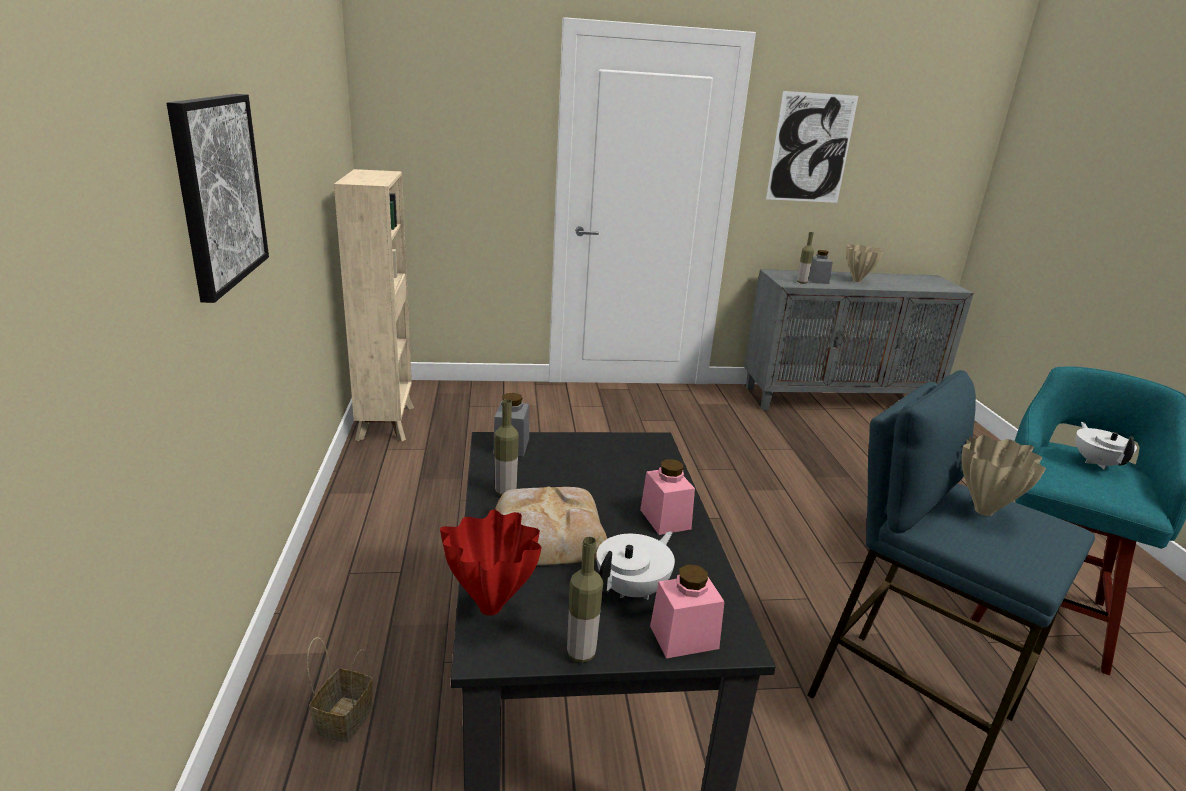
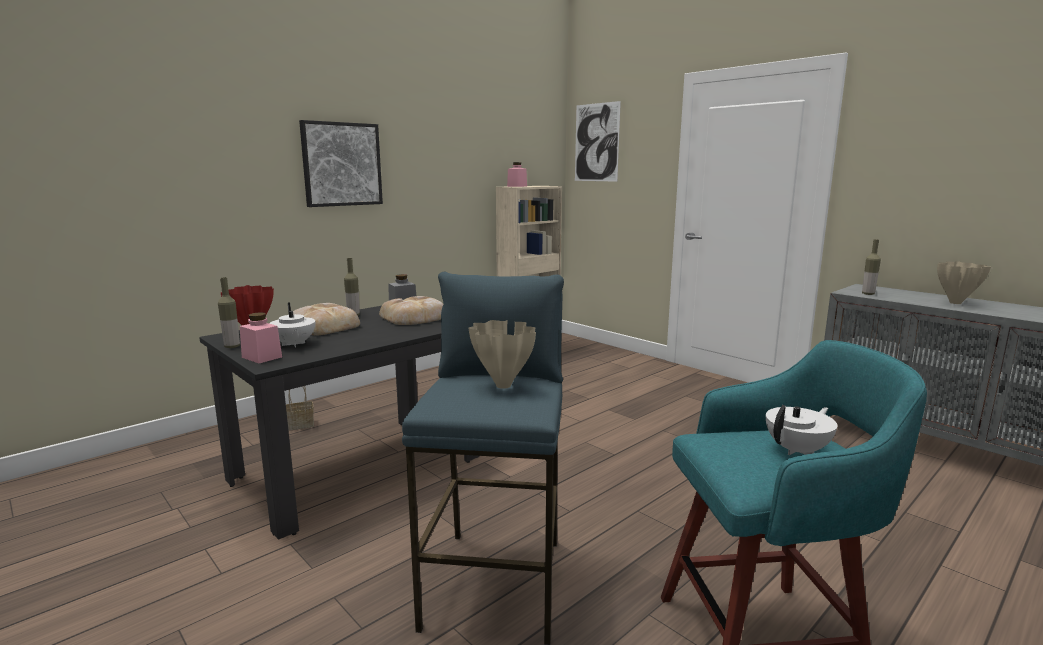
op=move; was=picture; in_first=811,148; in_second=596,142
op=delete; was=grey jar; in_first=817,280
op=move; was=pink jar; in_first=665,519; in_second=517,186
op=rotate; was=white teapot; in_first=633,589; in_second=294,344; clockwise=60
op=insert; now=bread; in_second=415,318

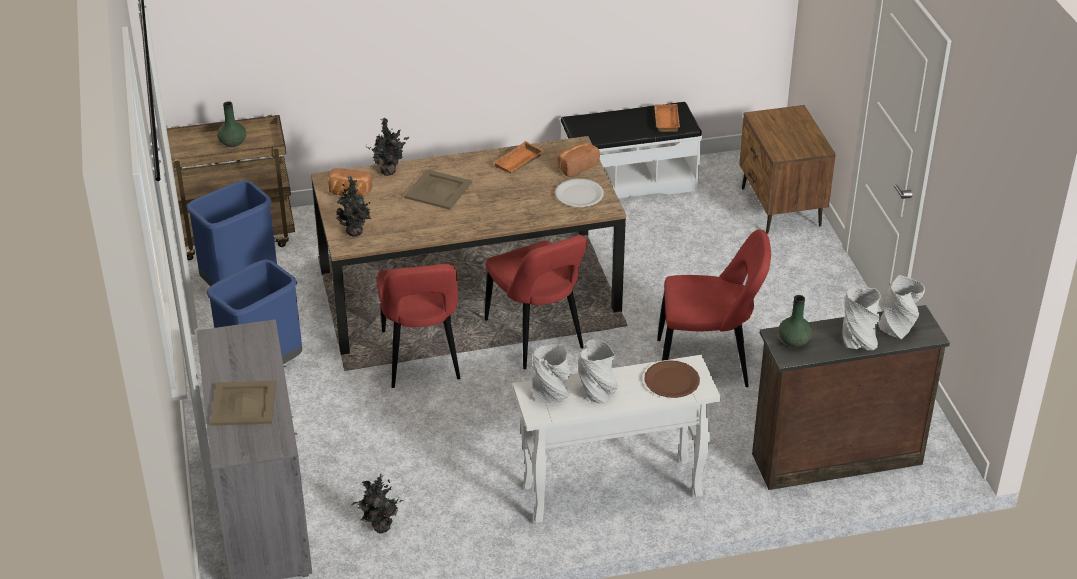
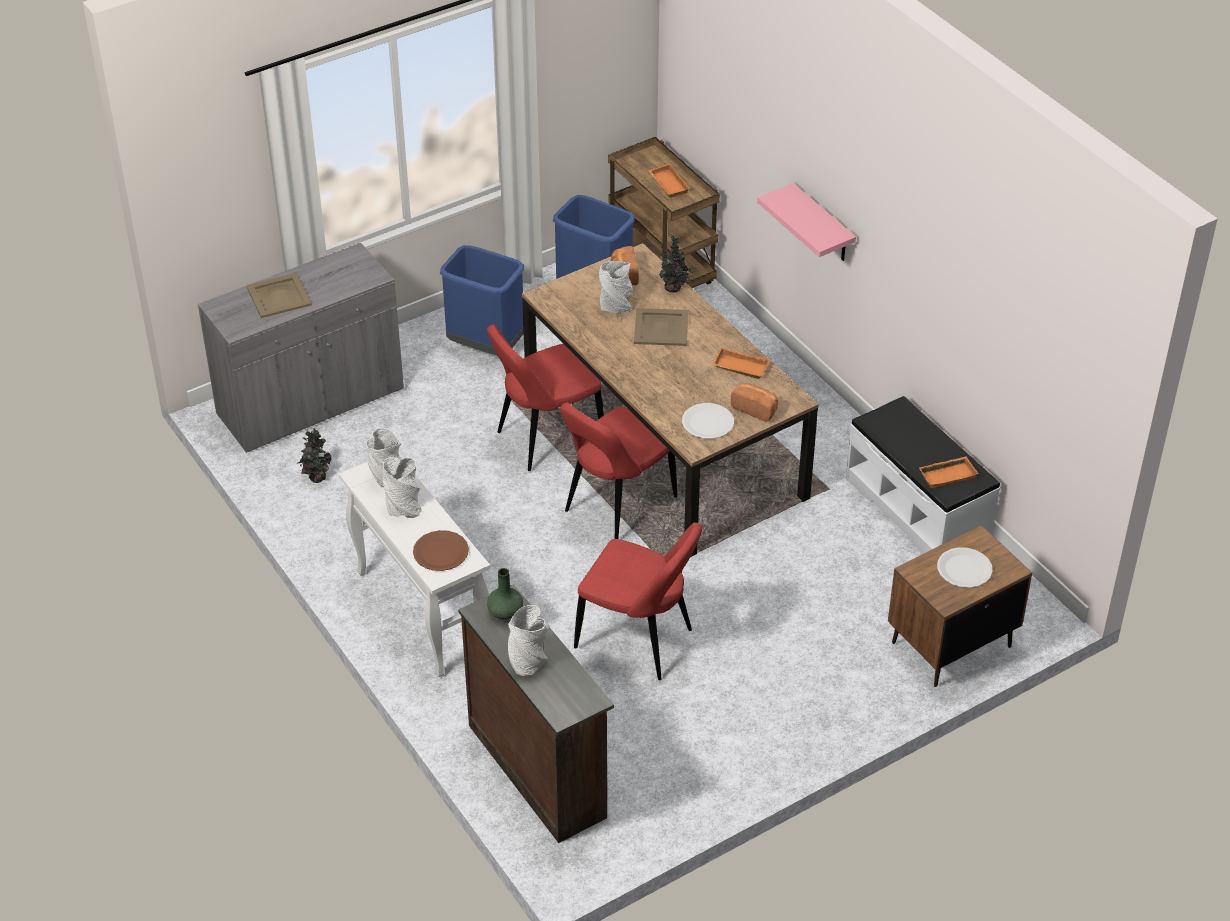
op=replace; was=green vase; now=orange tray; in_first=232,143; in_second=667,184
op=delete; was=potted plant; in_first=355,233
op=rotate; was=red chair; in_first=708,364; in_second=639,641; clockwise=-45
op=move; was=grey vase; in_first=898,328; in_second=616,306
op=insert; now=pink shelf; in_second=822,225
op=insert; now=white plate; in_second=964,569

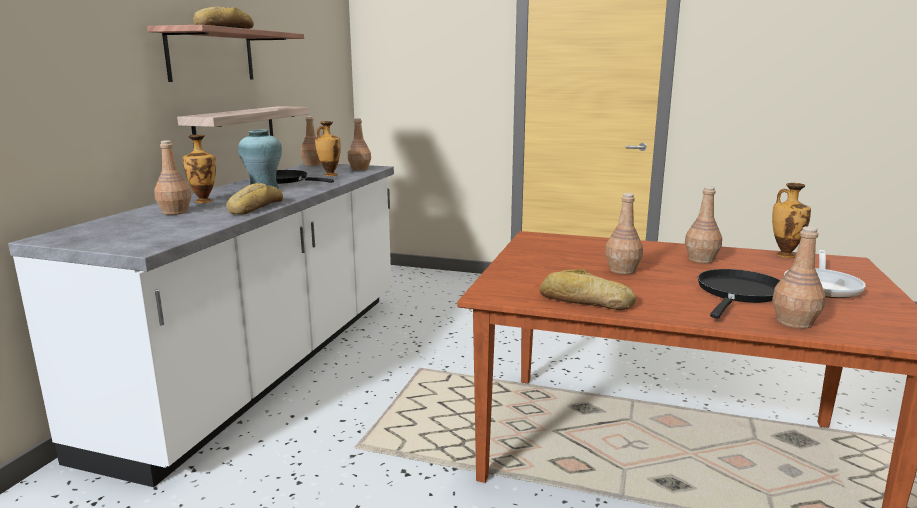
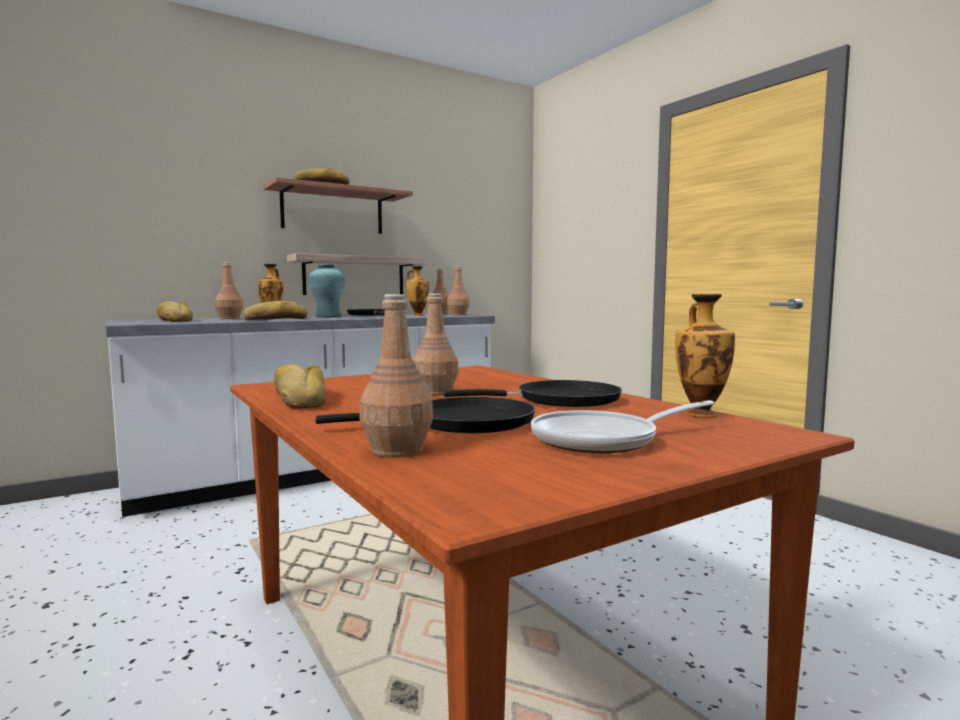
op=replace; was=brown bottle; now=black frying pan; in_first=701,259; in_second=560,400
op=insert; now=bread; in_second=175,321

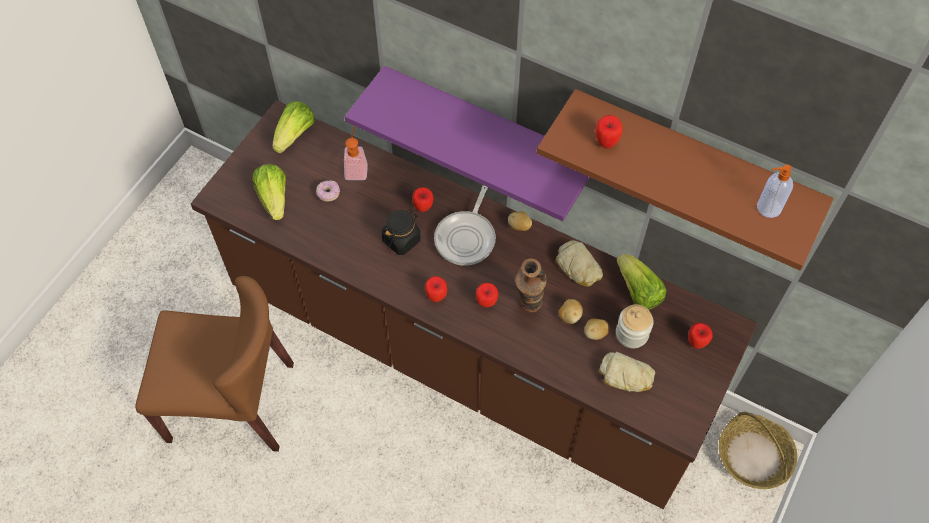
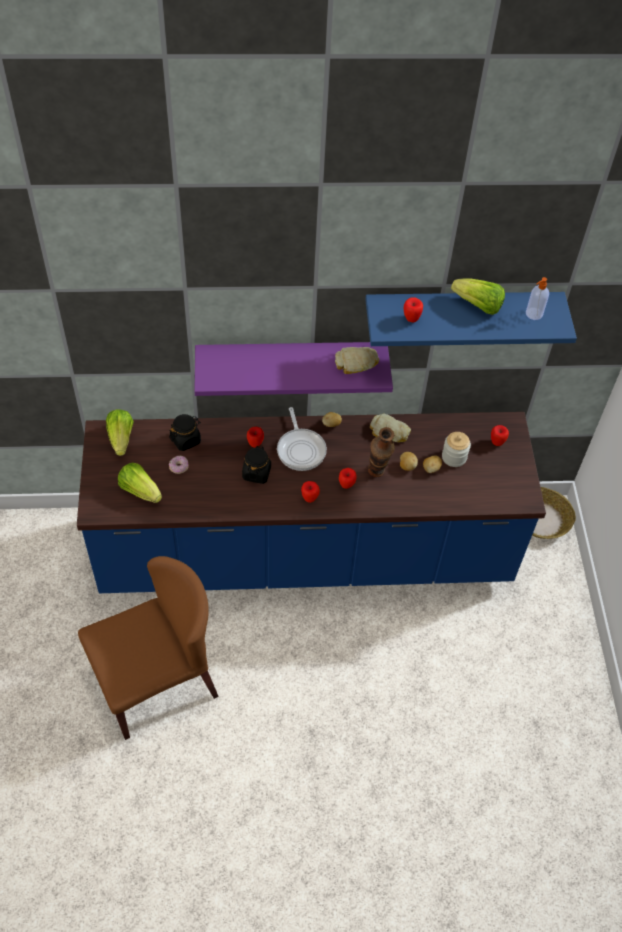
op=recolor; was=brown shelf; now=blue shelf; in_first=693,162; in_second=461,311
op=recolor; was=brown counter; now=blue counter; in_first=464,352; in_second=305,553
op=replace; was=soap dispenser; now=black jar; in_first=356,168; in_second=186,440
op=move; was=lettuce; in_first=638,291; in_second=478,305
op=move; was=bread; in_first=626,376; in_second=356,363

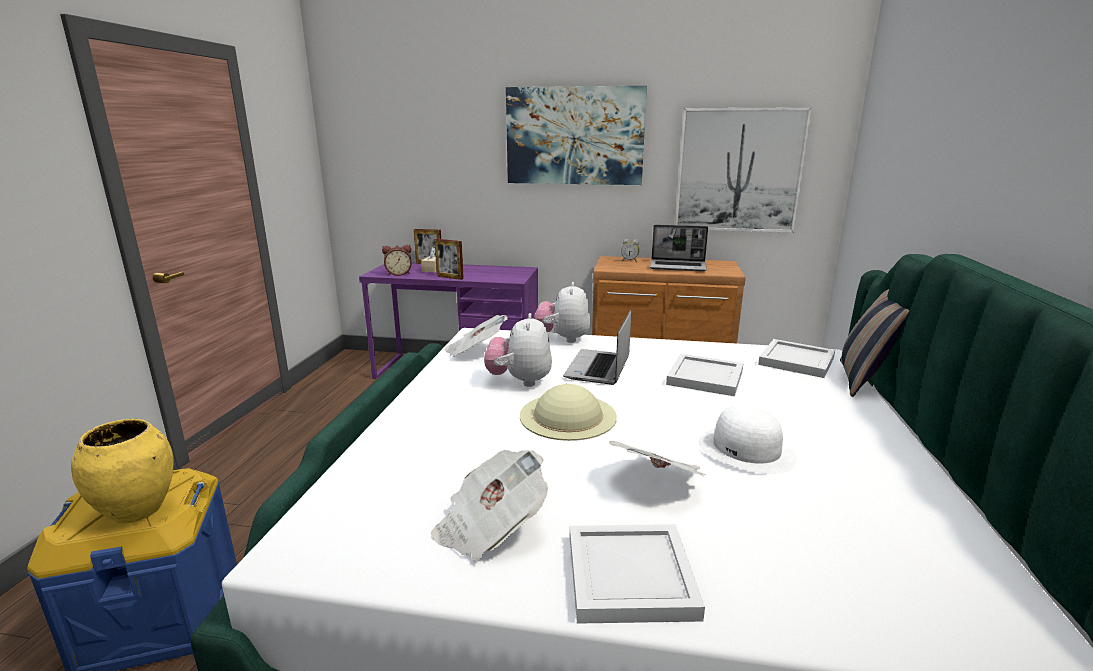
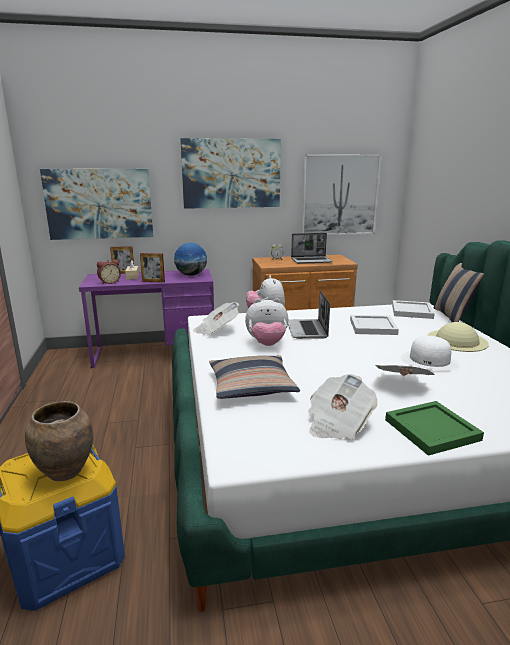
op=rotate; was=plush toy; in_first=520,381; in_second=267,344; clockwise=-75
op=move; was=beige hat; in_first=568,416; in_second=457,340
op=recolor; was=yellow vase; now=brown vase; in_first=138,511; in_second=65,471
op=recolor; was=white tray; now=green tray; in_first=631,574; in_second=432,429
op=insert; now=picture; in_second=99,204
op=insert; now=globe; in_second=191,275
op=insert; now=pillow; in_second=251,386

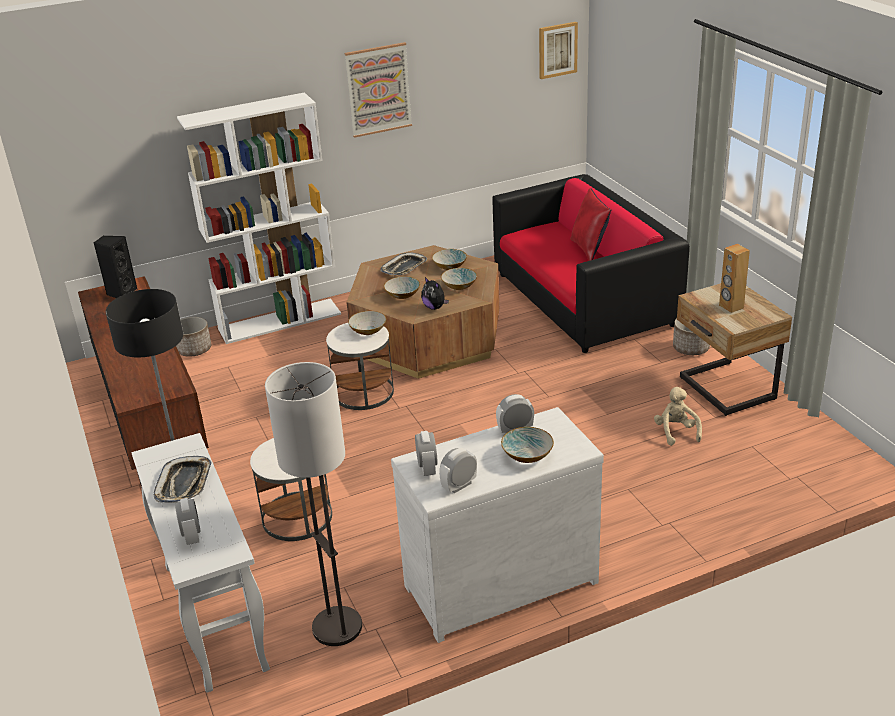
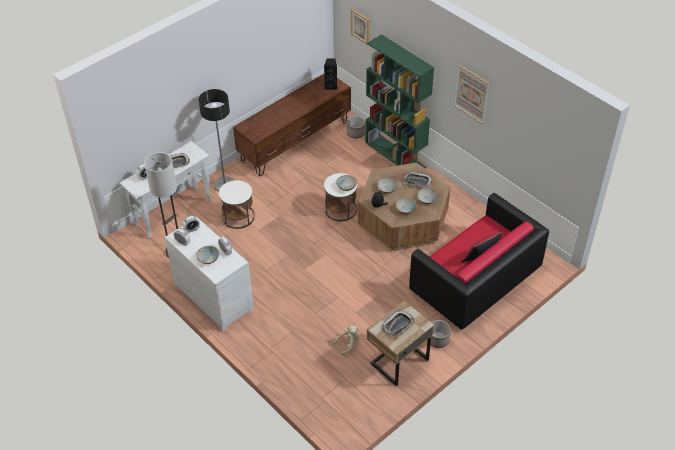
op=move; was=picture; in_first=557,50; in_second=361,26
op=recolor; was=white bookcase; now=green bookcase; in_first=280,321; in_second=396,155
op=replace; was=brown speaker; now=tray; in_first=731,307; in_second=398,325

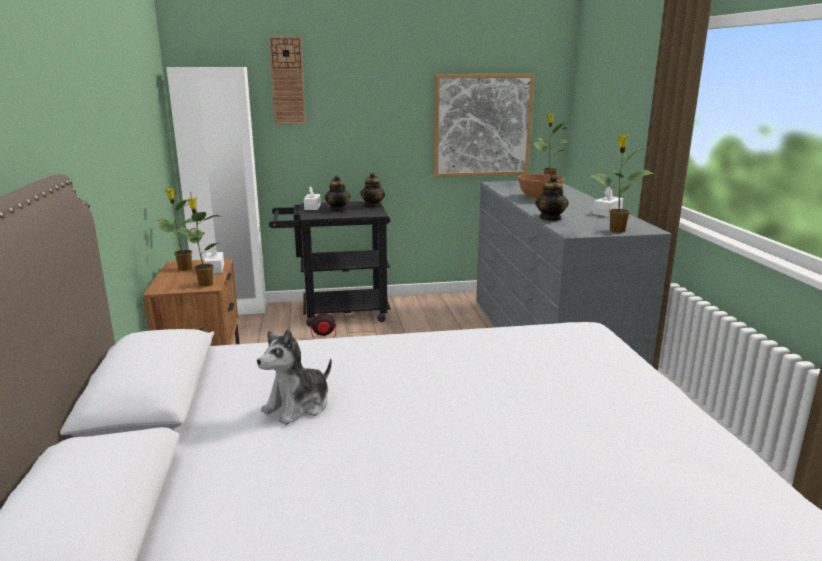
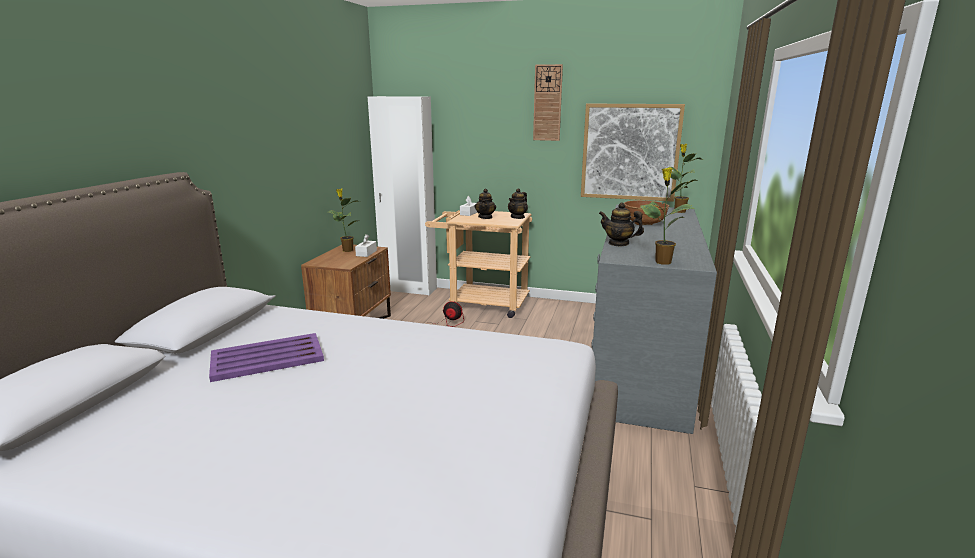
op=move; was=wall clock; in_first=287,81; in_second=547,103
op=rotate; was=teapot; in_first=550,218; in_second=618,243; clockwise=90
op=delete; was=white tissue box; in_first=607,212
op=delete; was=potted plant; in_first=205,284
op=recolor; was=black cart; now=beige cart; in_first=335,312; in_second=481,303
op=replace; was=plush toy; now=purple tray; in_first=298,406; in_second=268,358

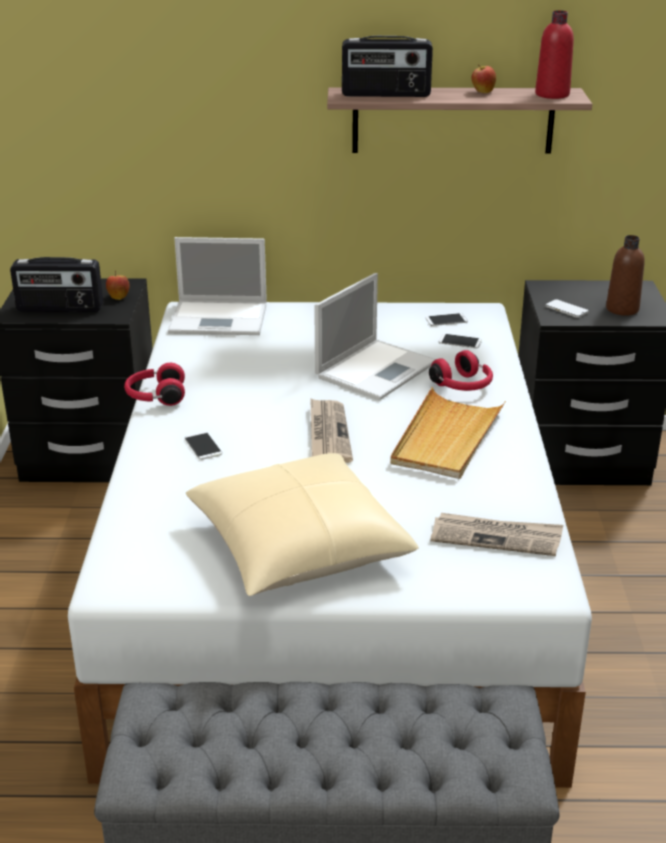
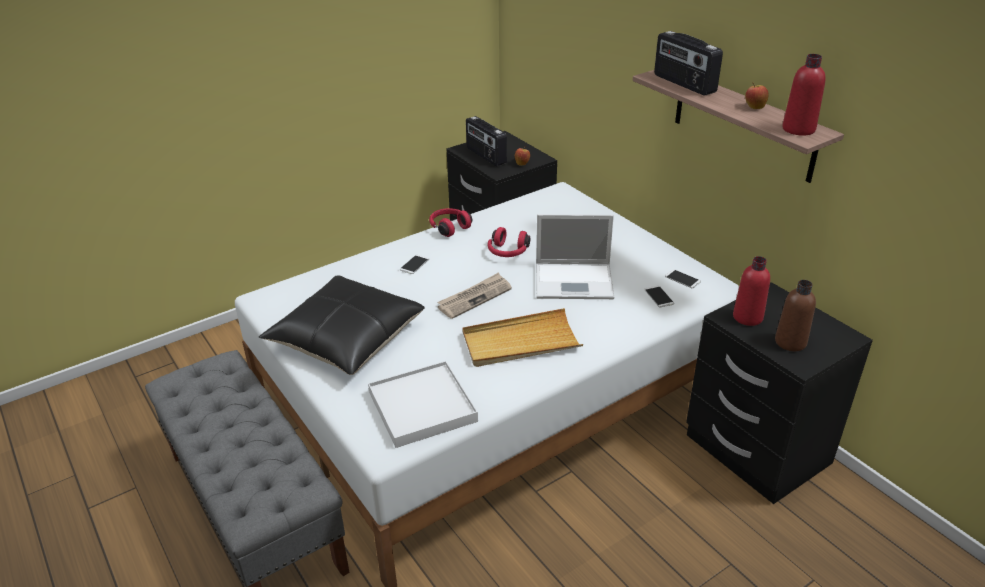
op=delete; was=laptop; in_first=220,318
op=replace; was=phone; now=red bottle; in_first=566,310; in_second=747,317
op=move; was=red headphones; in_first=463,386; in_second=507,252
op=recolor; was=beige pillow; now=black pillow; in_first=298,546; in_second=346,338
op=replace; was=newspaper; now=white tray; in_first=496,537; in_second=422,407

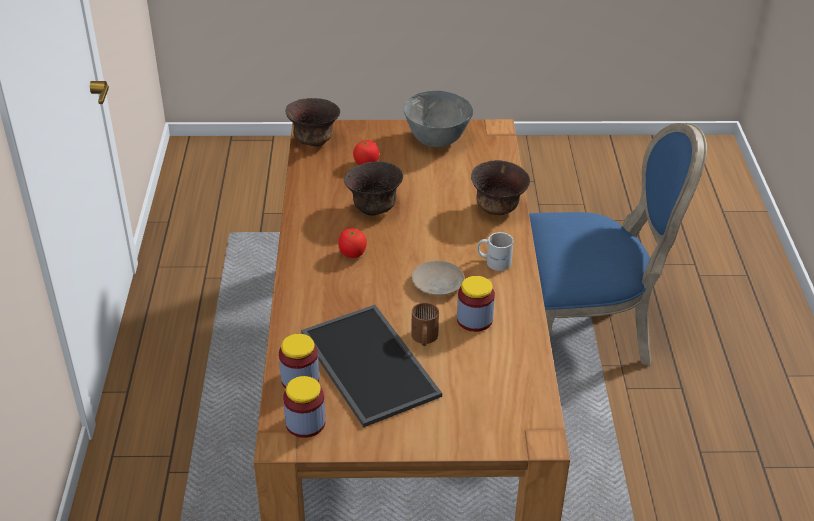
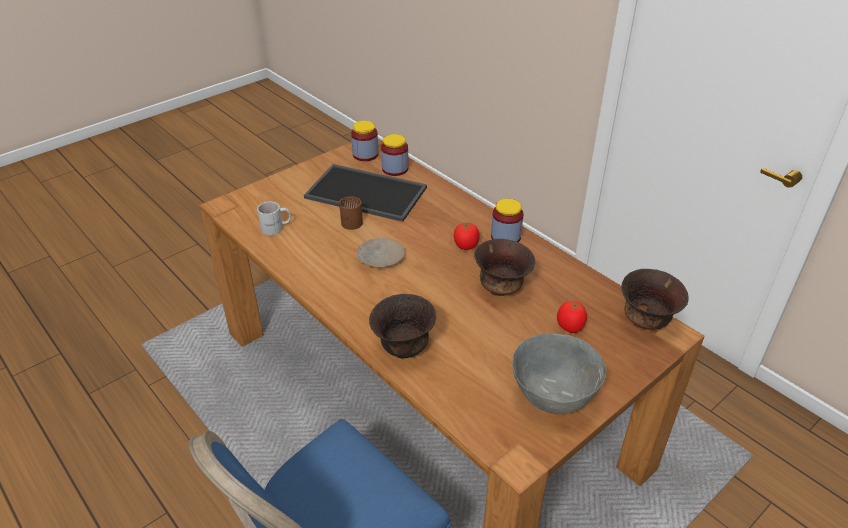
op=move; was=white mug; in_first=494,260; in_second=276,228
op=move; was=jar; in_first=474,319; in_second=505,237

